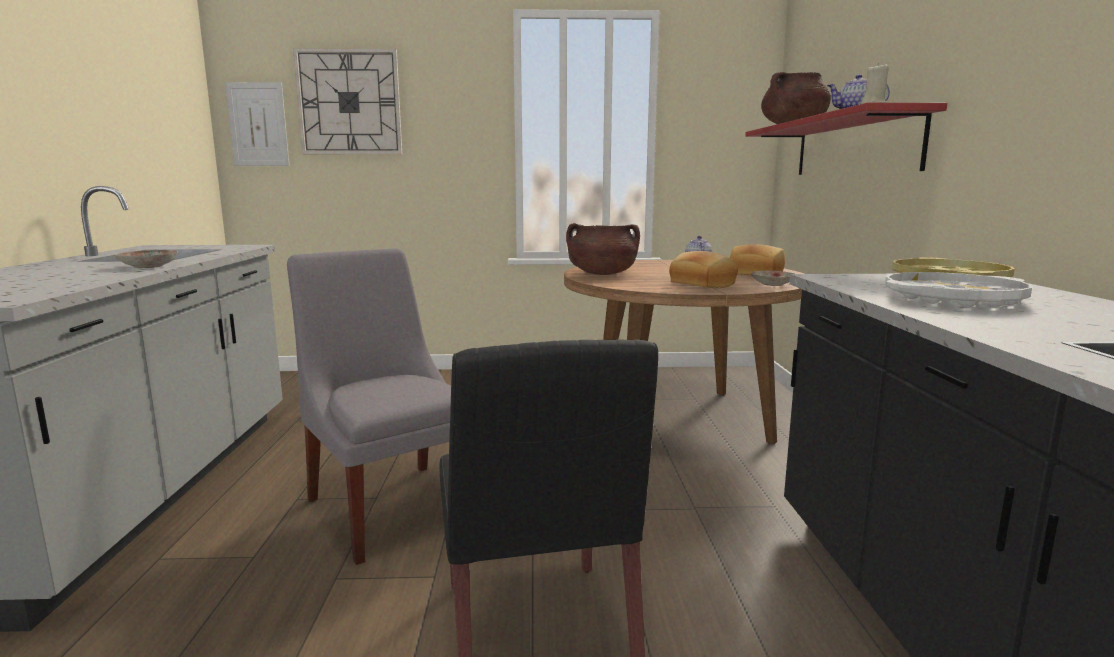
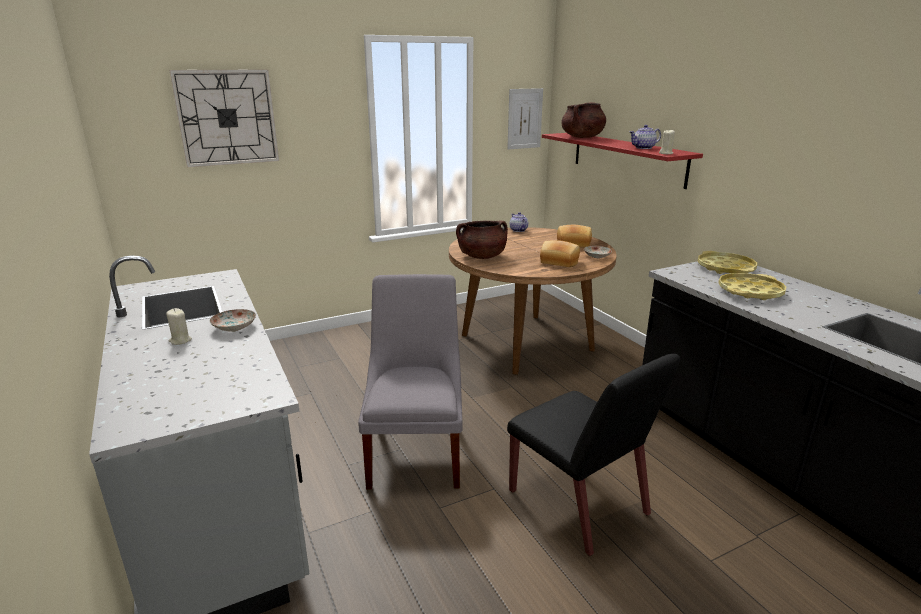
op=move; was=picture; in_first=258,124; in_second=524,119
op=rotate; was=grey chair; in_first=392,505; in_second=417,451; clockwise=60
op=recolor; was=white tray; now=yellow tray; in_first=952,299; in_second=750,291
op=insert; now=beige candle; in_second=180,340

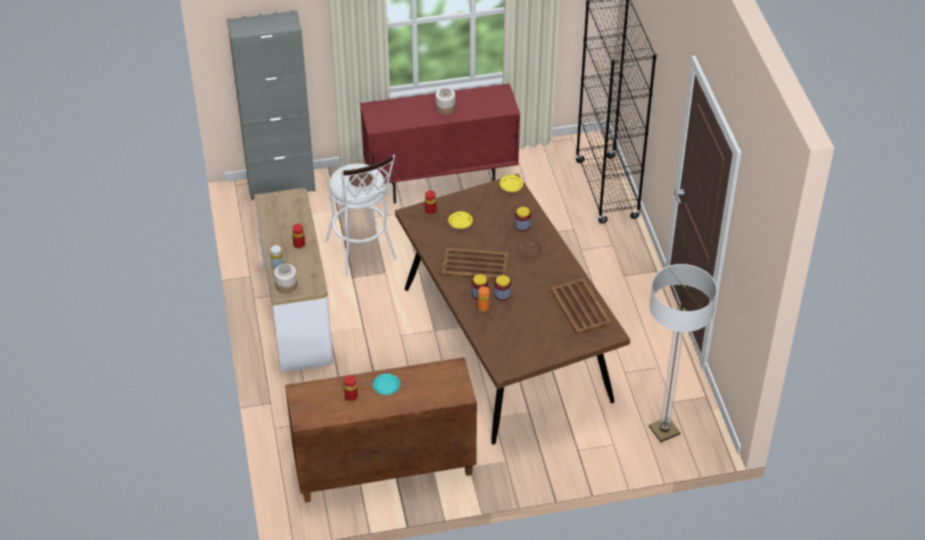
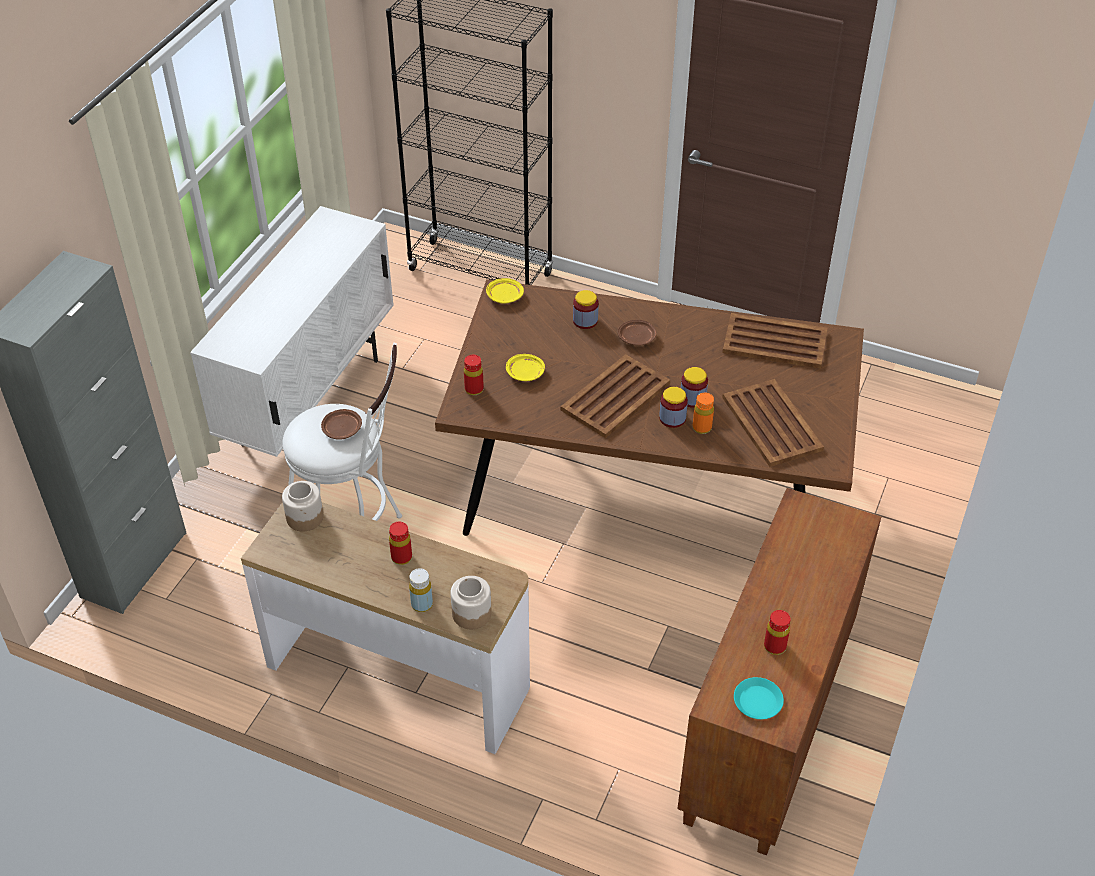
op=recolor; was=red cabinet; now=white cabinet; in_first=441,182; in_second=311,401
op=move; was=jar; in_first=445,108; in_second=305,517
op=delete; was=floor lamp; in_first=664,430
op=move; was=turquoise plate; in_first=386,386; in_second=758,701
op=insert; now=brown tray; in_second=771,423

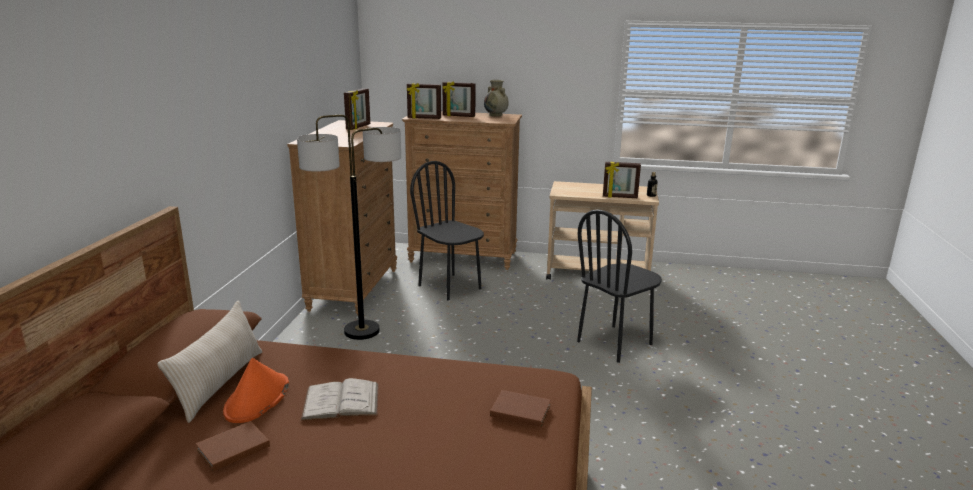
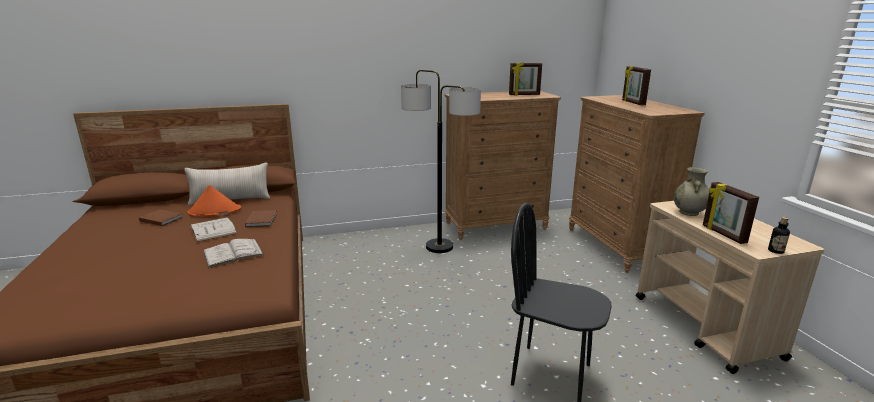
op=move; was=beige vase; in_first=496,115; in_second=689,213
op=delete; was=picture frame; in_first=424,118
op=delete; was=black chair; in_first=450,287
op=move; was=brown book; in_first=519,409; in_second=262,219
op=insert; now=white book; in_second=233,253

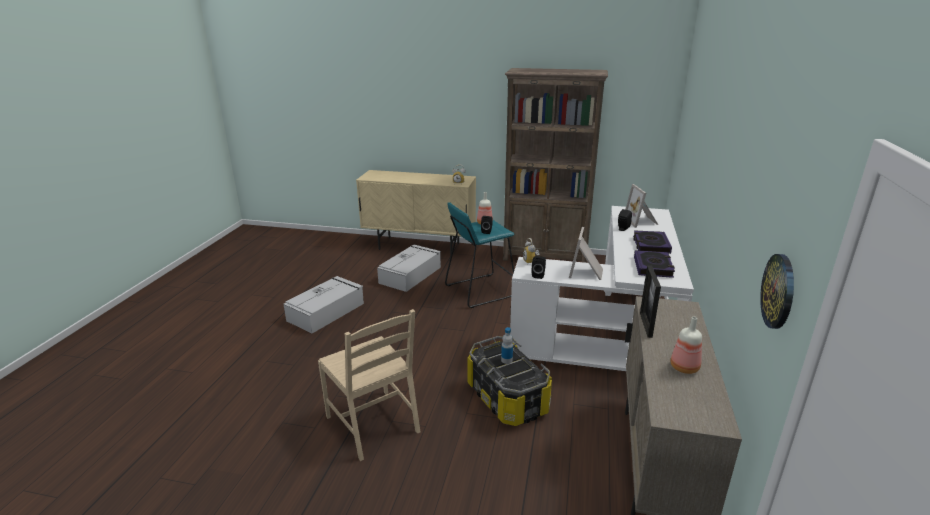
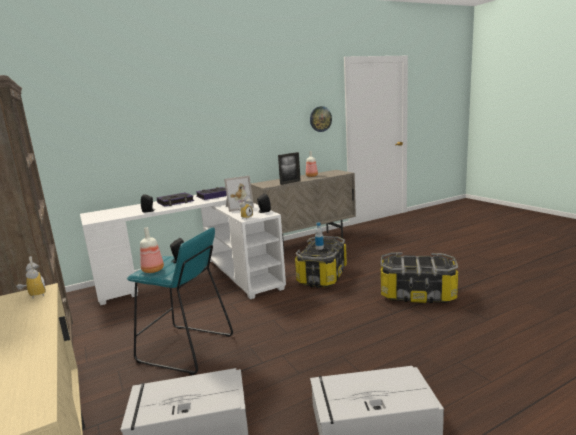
op=delete; was=picture frame; in_first=641,221
op=replace; was=beige chair; now=storage box; in_first=374,424; in_second=417,294

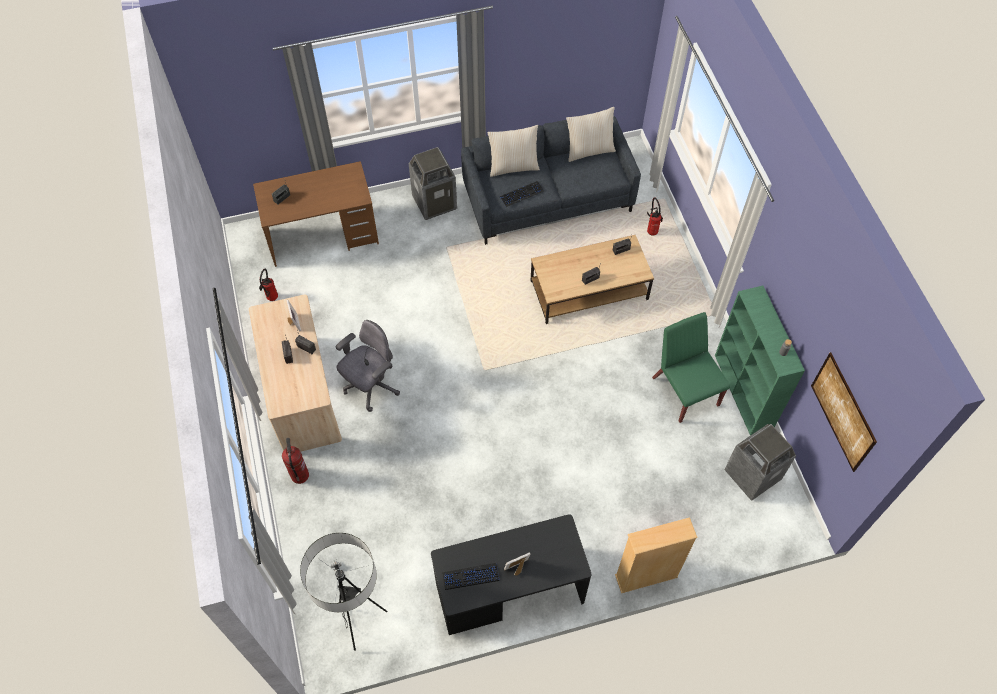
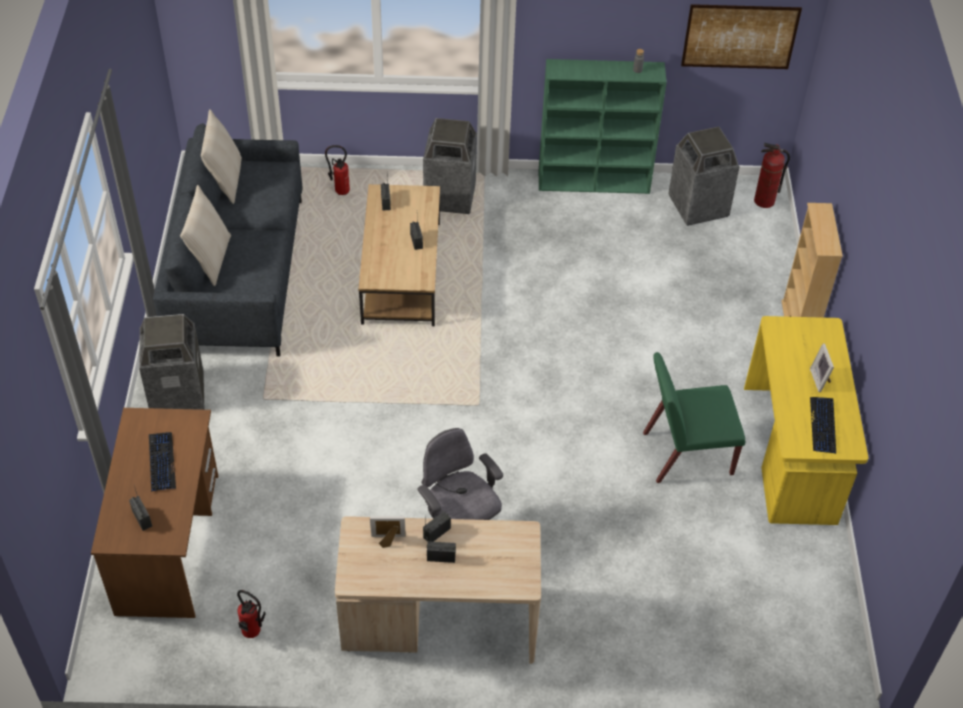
op=move; was=keyboard; in_first=521,194; in_second=161,462
op=move; was=green chair; in_first=685,390; in_second=686,454
op=move; was=fire extinguisher; in_first=300,475; in_second=764,201
op=recolor; was=black desk; now=yellow desk; in_first=509,592; in_second=792,454
op=delete; was=floor lamp; in_first=359,620
op=insert; now=trash can; in_second=449,197

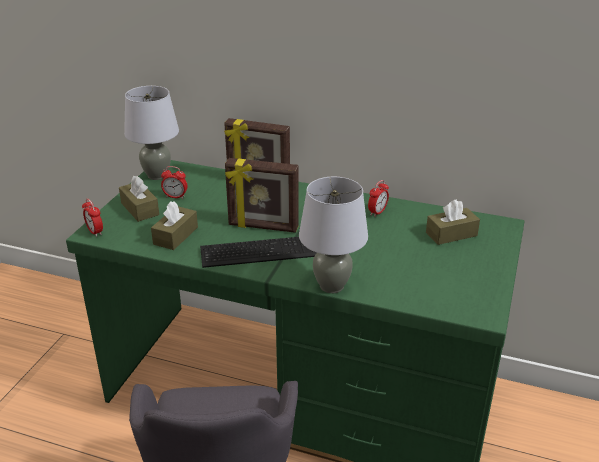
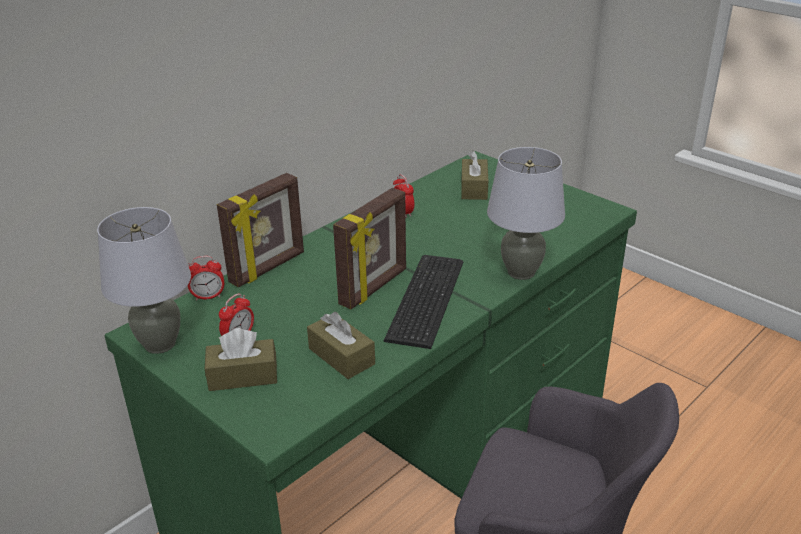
op=move; was=alarm clock; in_first=95,232; in_second=208,297

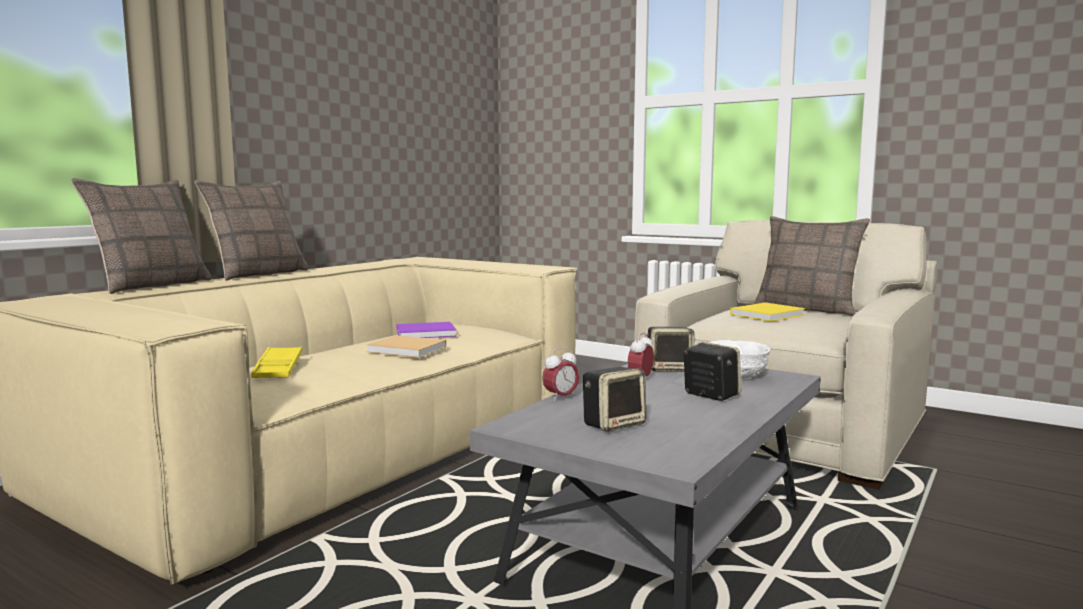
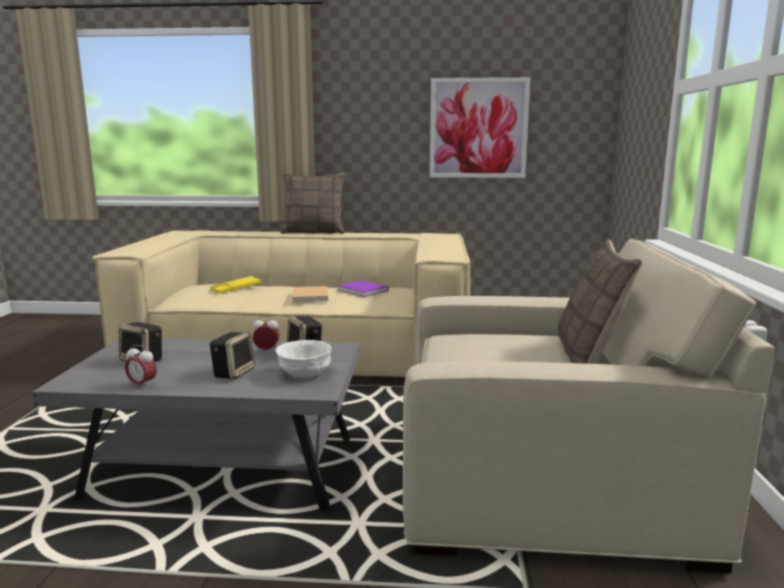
op=delete; was=pillow; in_first=151,286
op=delete; was=yellow book; in_first=768,314
op=move; was=alarm clock; in_first=560,398; in_second=142,385
op=insert; now=picture; in_second=478,128

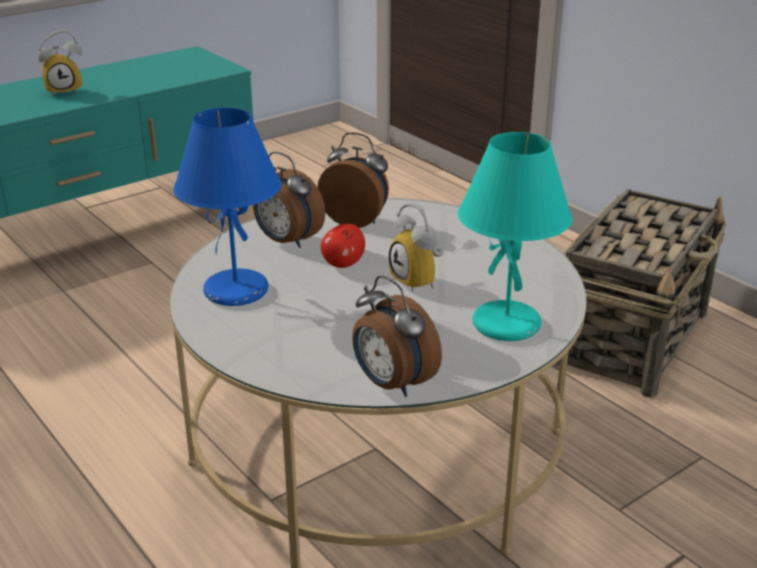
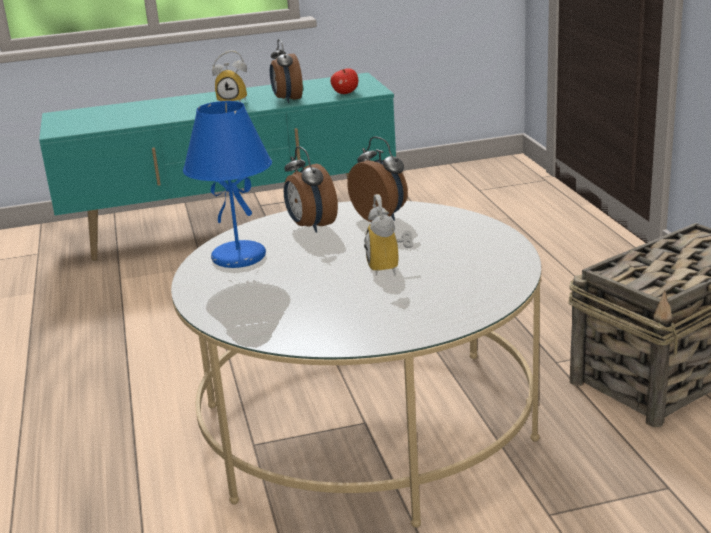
op=delete; was=turquoise table lamp; in_first=508,325
op=move; was=apple; in_first=343,264; in_second=345,93
op=move; was=alarm clock; in_first=391,384; in_second=287,100

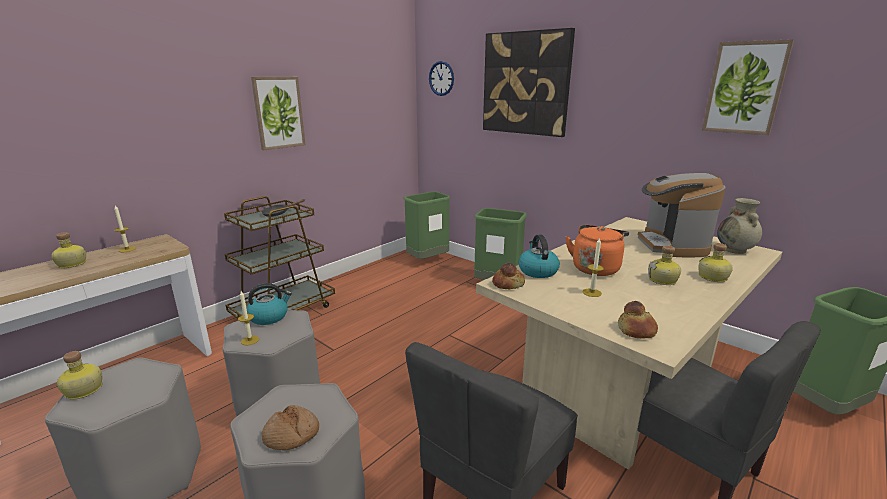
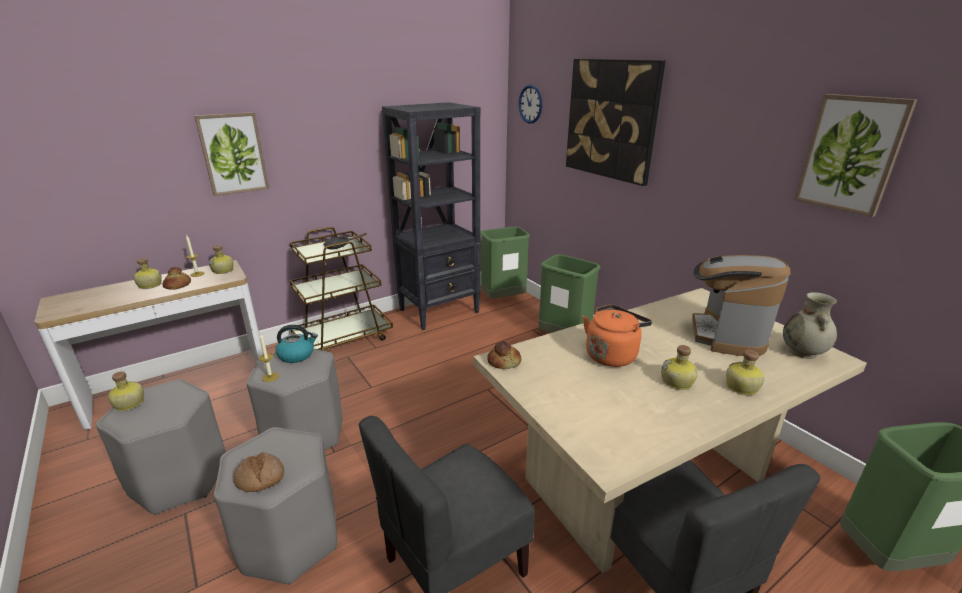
op=move; was=picture; in_first=278,113; in_second=233,154
op=delete; was=kettle; in_first=537,271
op=delete; was=candle; in_first=592,292
op=move; was=bread; in_first=637,330; in_second=178,285
op=insert; now=black bookcase; in_second=440,311
op=insert; now=bottle; in_second=224,270

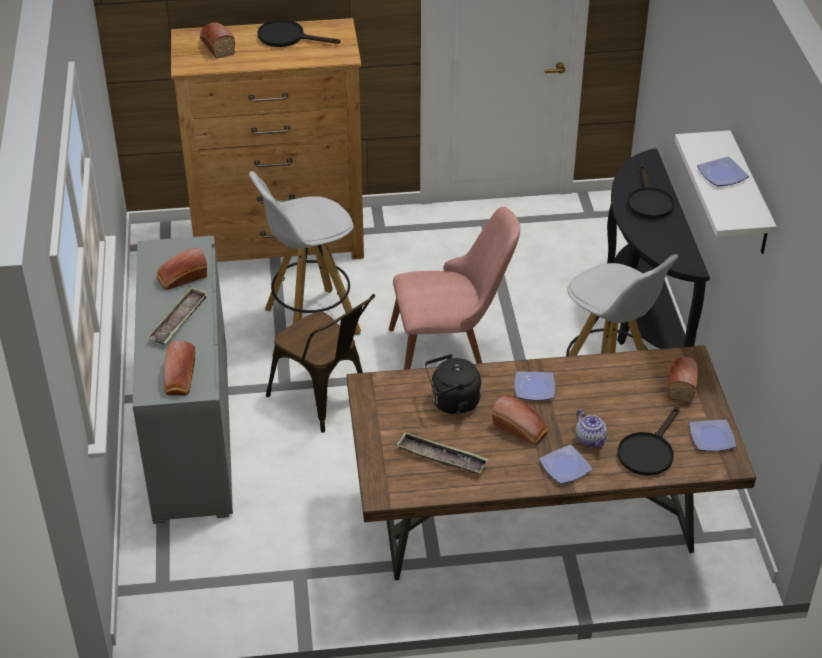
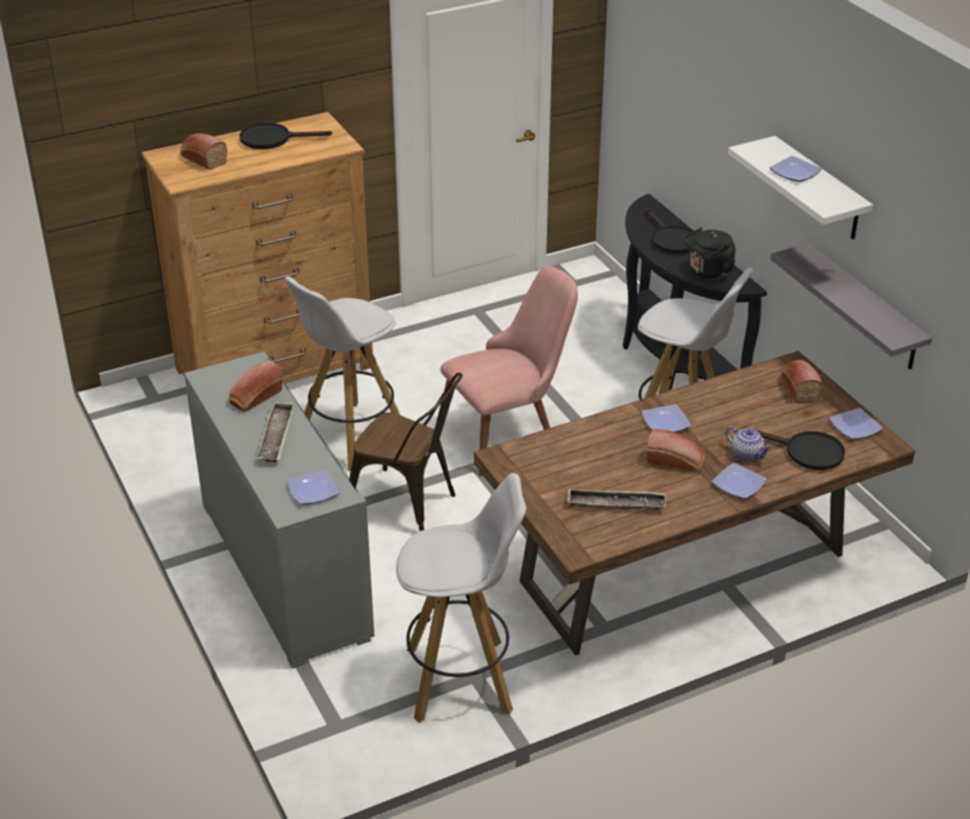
op=replace; was=bread; now=plate; in_first=180,379; in_second=312,491
op=move; was=black kettle; in_first=452,402; in_second=708,272
op=rotate; was=black frying pan; in_first=648,451; in_second=806,452; clockwise=-75
op=insert; now=grey shelf; in_second=864,308
op=insert; now=white stool; in_second=461,680

